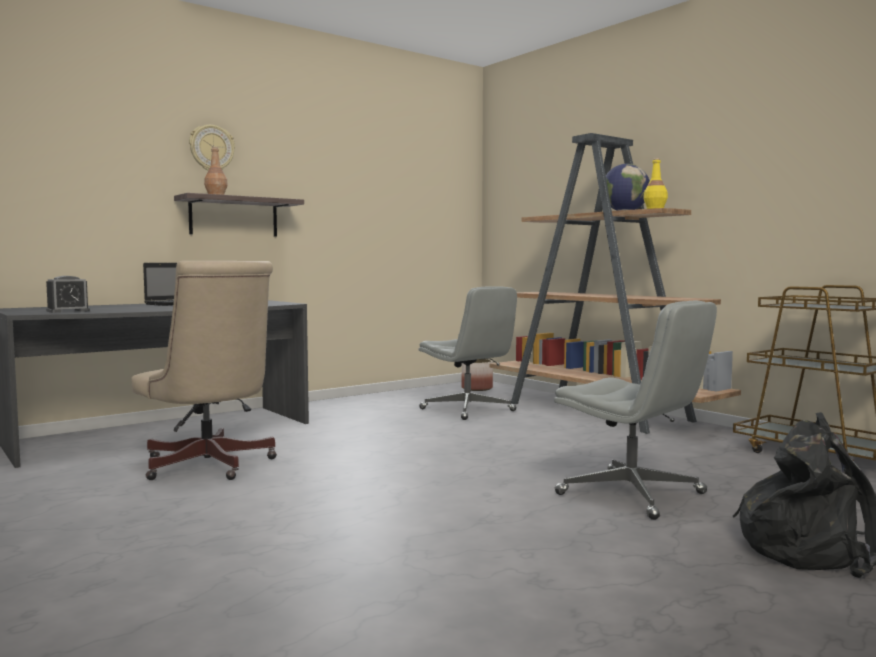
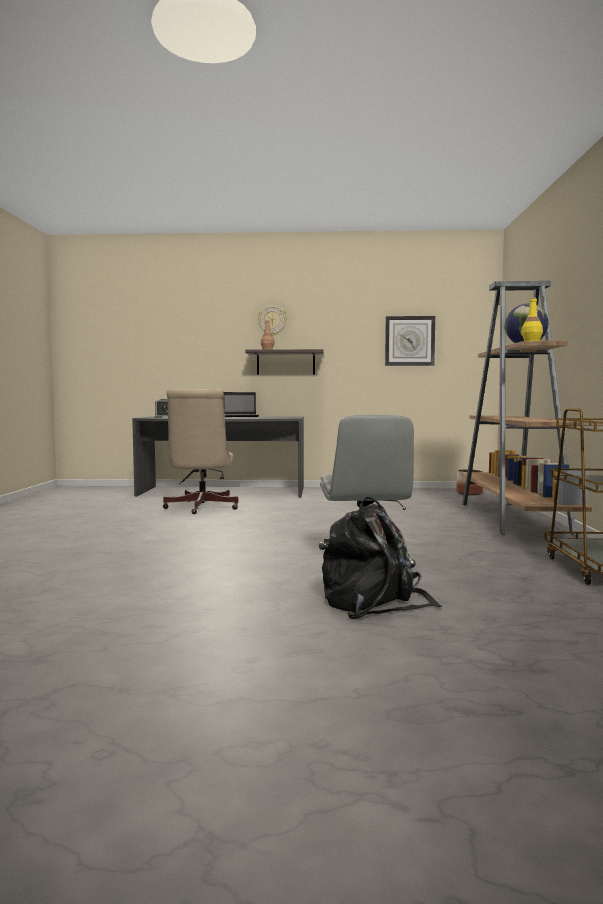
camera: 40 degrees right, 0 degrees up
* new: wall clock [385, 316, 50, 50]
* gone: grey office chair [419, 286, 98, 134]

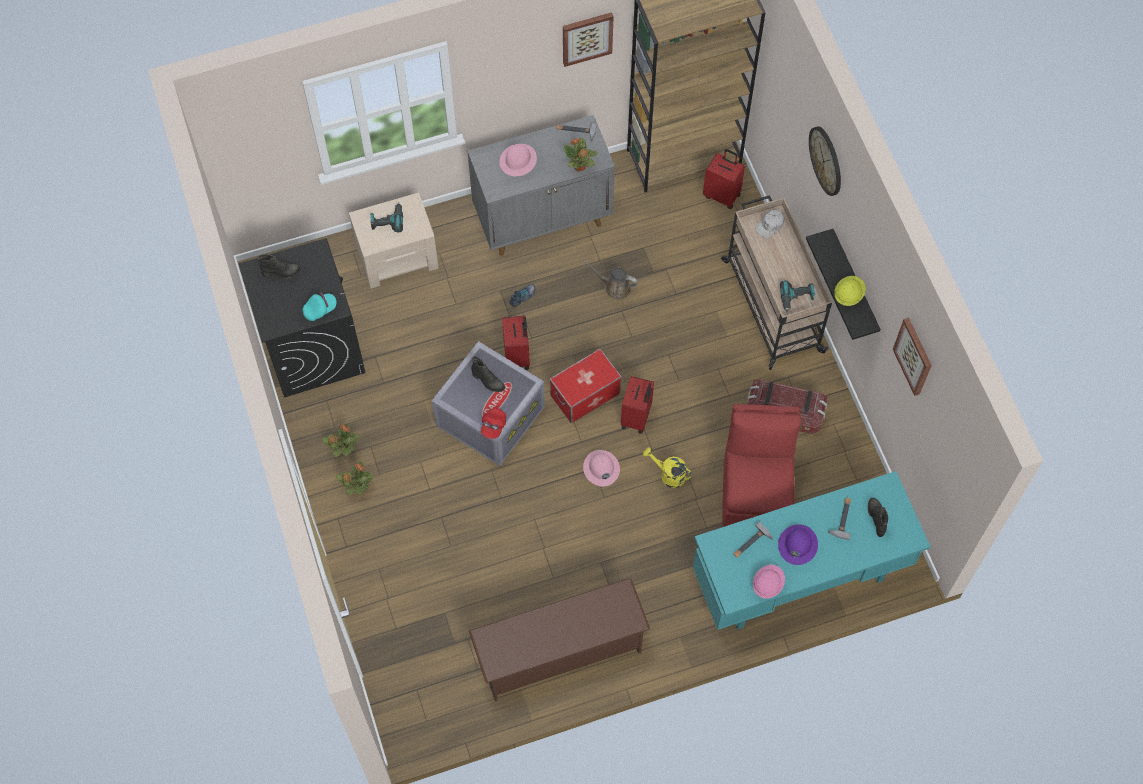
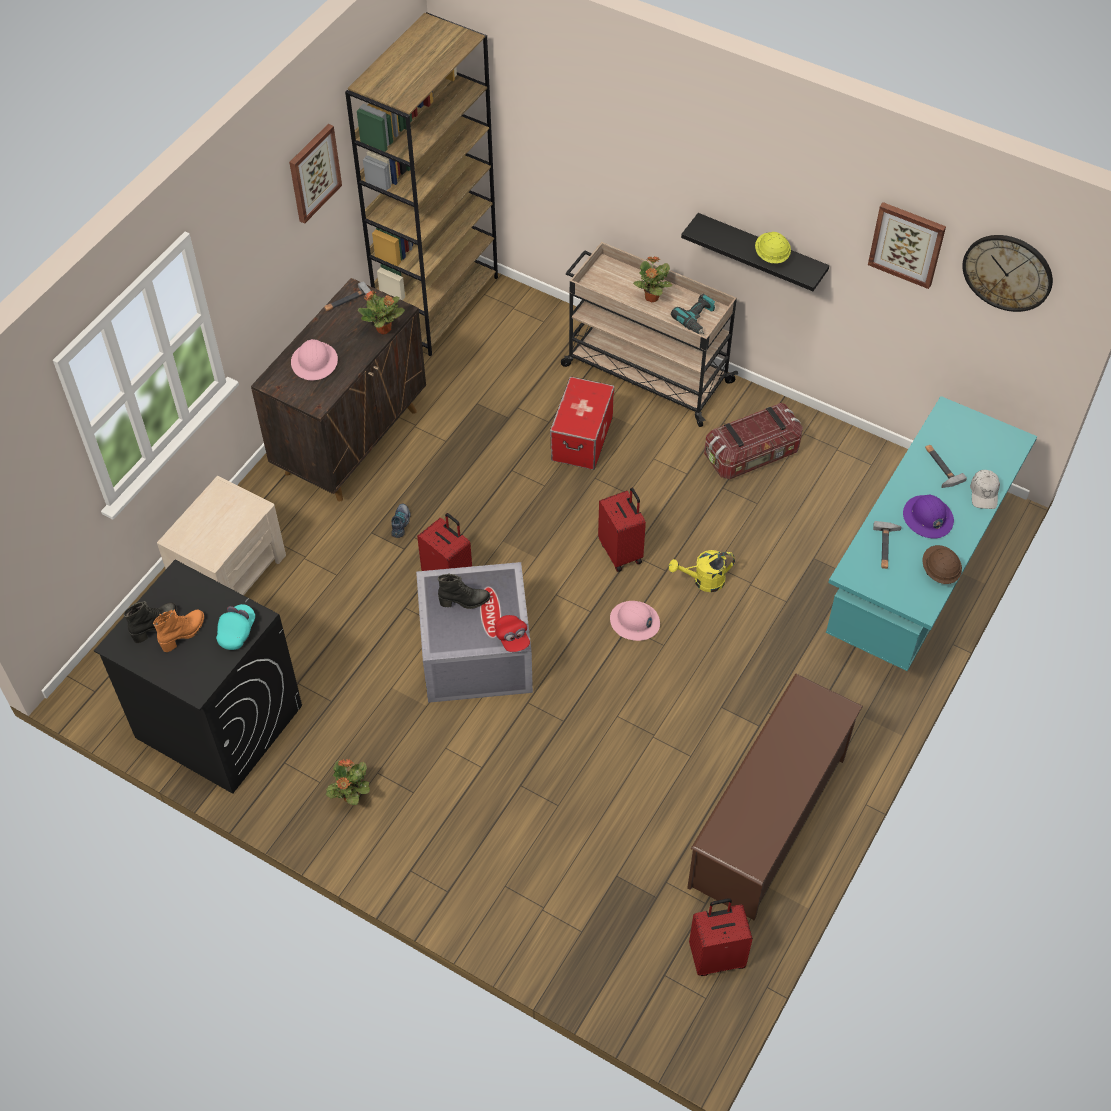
camera: 40 degrees left, 10 degrees down
* new: orange boot [153, 609, 51, 43]
* repainted: grey cabinet [468, 115, 147, 141] to brown cabinet [251, 278, 175, 223]
* shifted: storage box [550, 349, 72, 74] to [550, 376, 65, 94]
* shifted: potted plant [336, 462, 38, 34] to [633, 256, 40, 46]
* shifted: red suitcase [703, 149, 42, 60] to [689, 898, 64, 78]
* repainted: pink hard hat [753, 565, 32, 34] to brown hard hat [922, 545, 40, 39]
* shifted: wall clock [809, 126, 32, 70] to [962, 235, 91, 77]
* shifted: white cap [755, 210, 29, 29] to [970, 470, 30, 39]
* gone: power drill [370, 202, 33, 31]
* gone: brown watering can [583, 260, 55, 40]
* gone: red chair [722, 404, 79, 123]
* gone: black boot [868, 498, 20, 39]

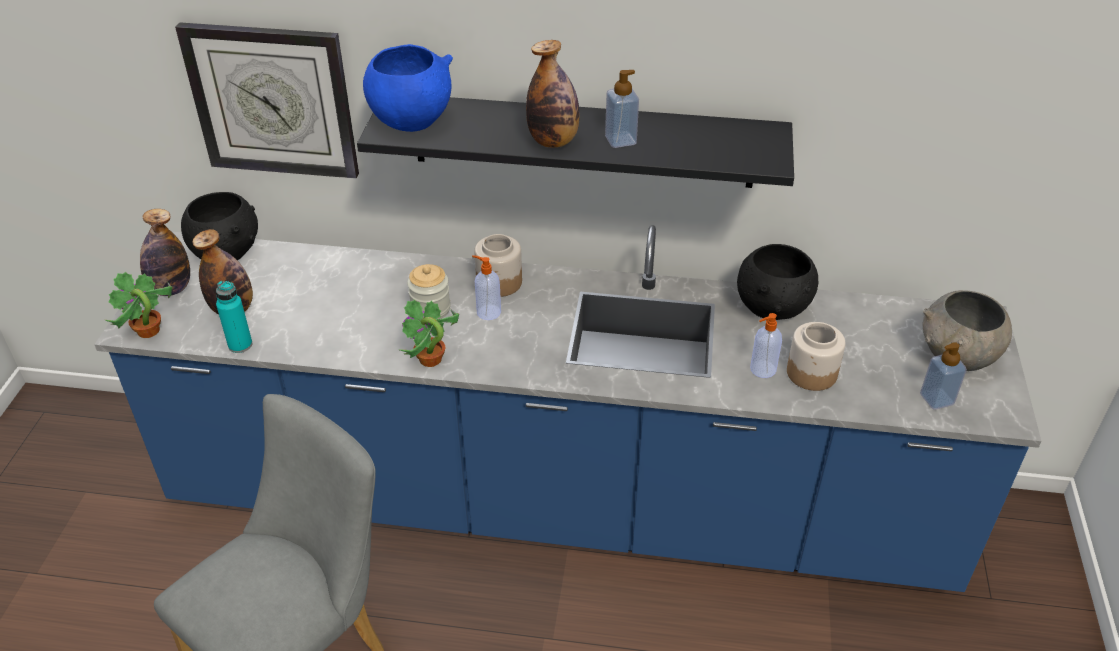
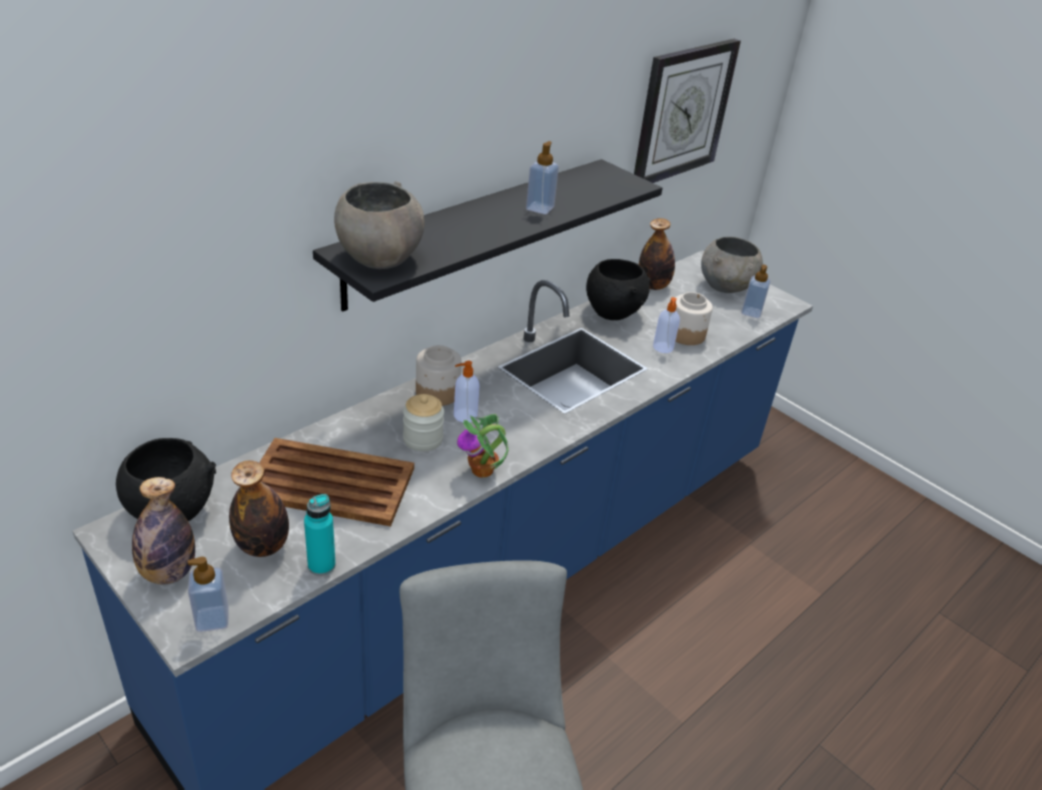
camera: 55 degrees left, 5 degrees down
* swapped: potted plant [105, 272, 67, 66] to soap dispenser [188, 557, 41, 75]
* new: brown tray [259, 438, 155, 89]
* repainted: blue bowl [363, 44, 90, 88] to grey bowl [334, 181, 91, 88]
* shifted: wall clock [175, 22, 184, 157] to [634, 39, 107, 144]
* shifted: bottle [526, 40, 54, 108] to [639, 218, 36, 72]

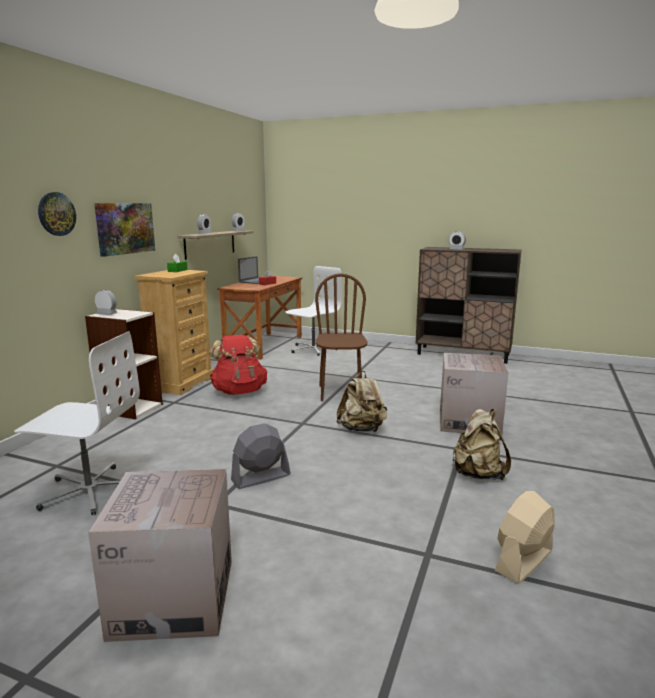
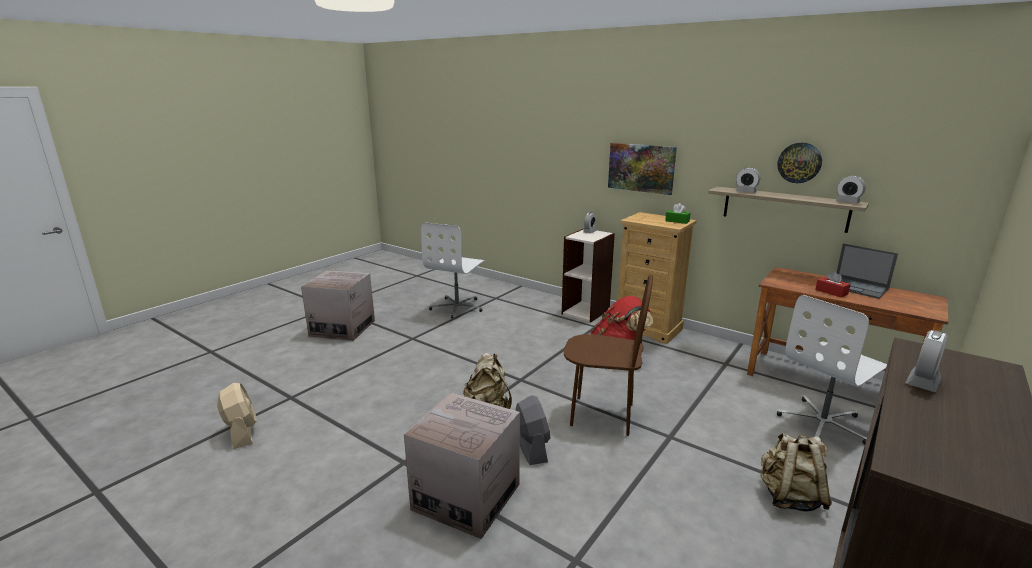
camera: 105 degrees right, 5 degrees up
* shifted: grey fan [231, 424, 60, 65] to [515, 395, 35, 70]
* shifted: beige backpack [452, 409, 59, 71] to [761, 433, 71, 79]
* shifted: wall clock [38, 192, 38, 44] to [777, 143, 45, 40]
* rotated: white office chair [286, 266, 56, 90] = [777, 295, 110, 150] 90 degrees clockwise

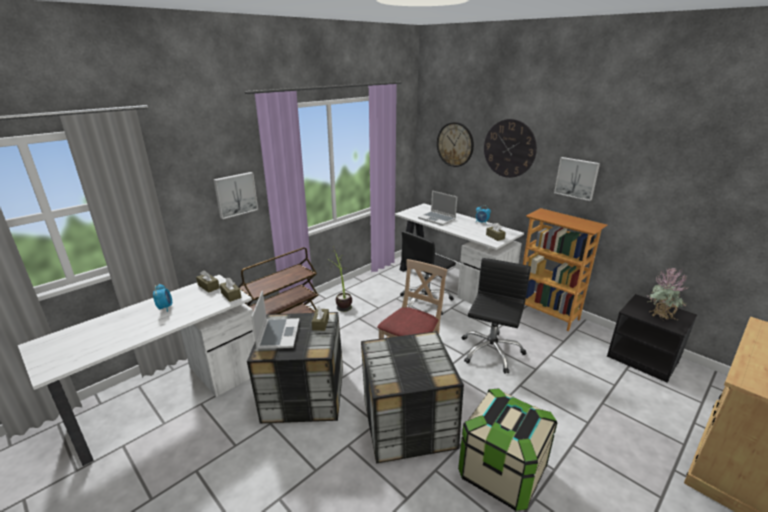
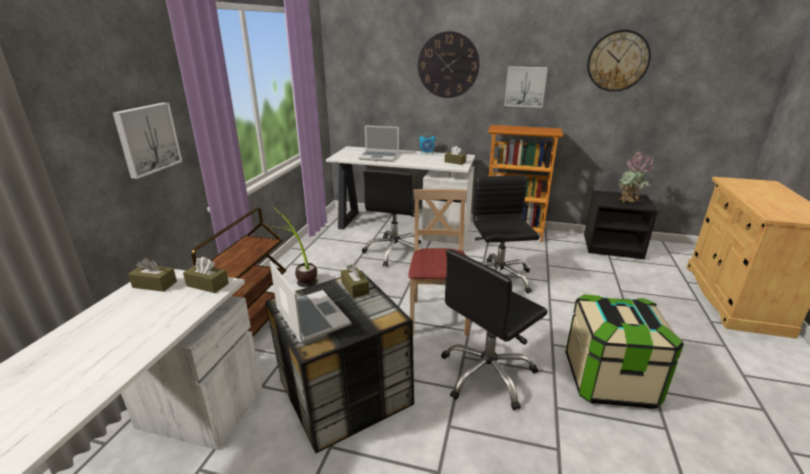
camera: 30 degrees left, 0 degrees up
* swapped: storage box [361, 331, 103, 133] to black office chair [441, 249, 107, 162]
* shifted: wall clock [437, 122, 37, 45] to [587, 30, 64, 62]
* gone: alarm clock [153, 284, 19, 28]

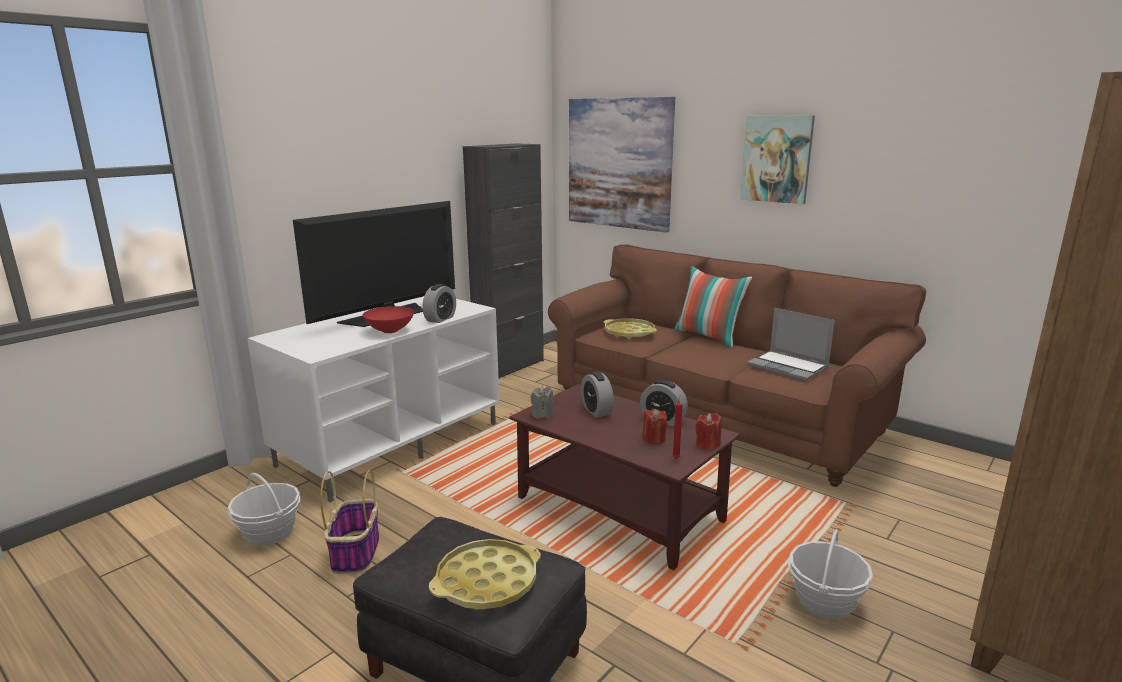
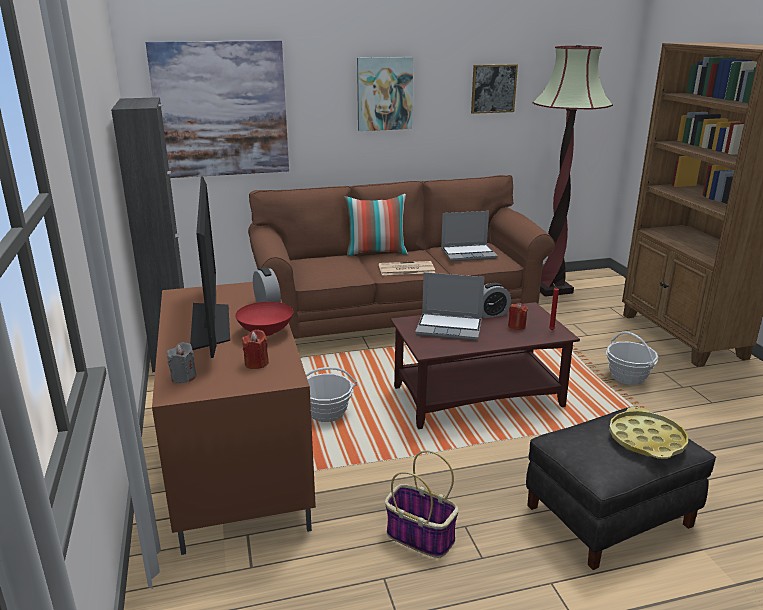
camera: 55 degrees left, 5 degrees up
* repainted: white tv stand [247, 296, 252, 206] to brown tv stand [152, 282, 164, 273]
* shifted: grey candle [531, 386, 23, 33] to [167, 342, 30, 41]
* shifted: red candle [695, 413, 27, 37] to [242, 330, 27, 39]
* shifted: basket [228, 473, 72, 73] to [306, 367, 51, 55]
* new: newspaper [379, 261, 56, 14]
* swapped: alarm clock [581, 371, 33, 47] to laptop [415, 272, 69, 69]
* new: picture [471, 64, 47, 50]
* new: floor lamp [533, 45, 80, 252]
* gone: yellow tray [604, 318, 53, 21]

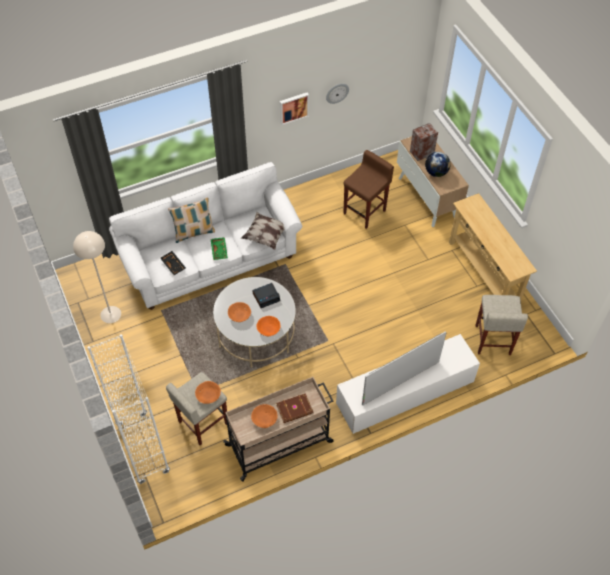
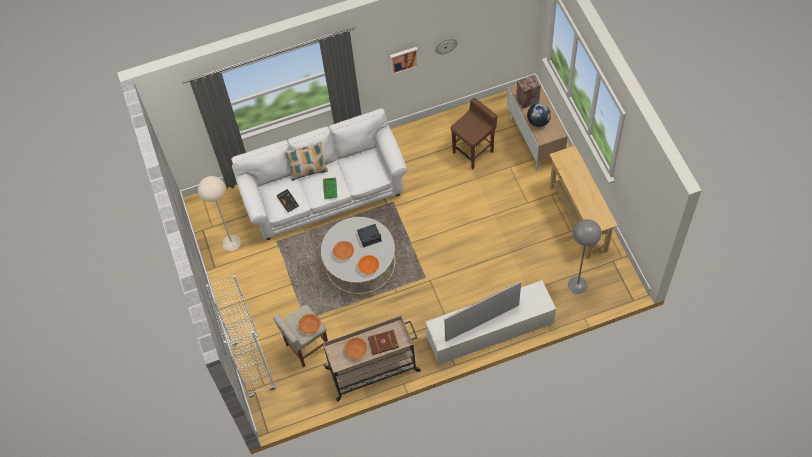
camera: 10 degrees right, 5 degrees up
* swapped: beige stool [476, 295, 52, 60] to grey floor lamp [568, 219, 34, 75]
* gone: pillow [241, 212, 43, 38]

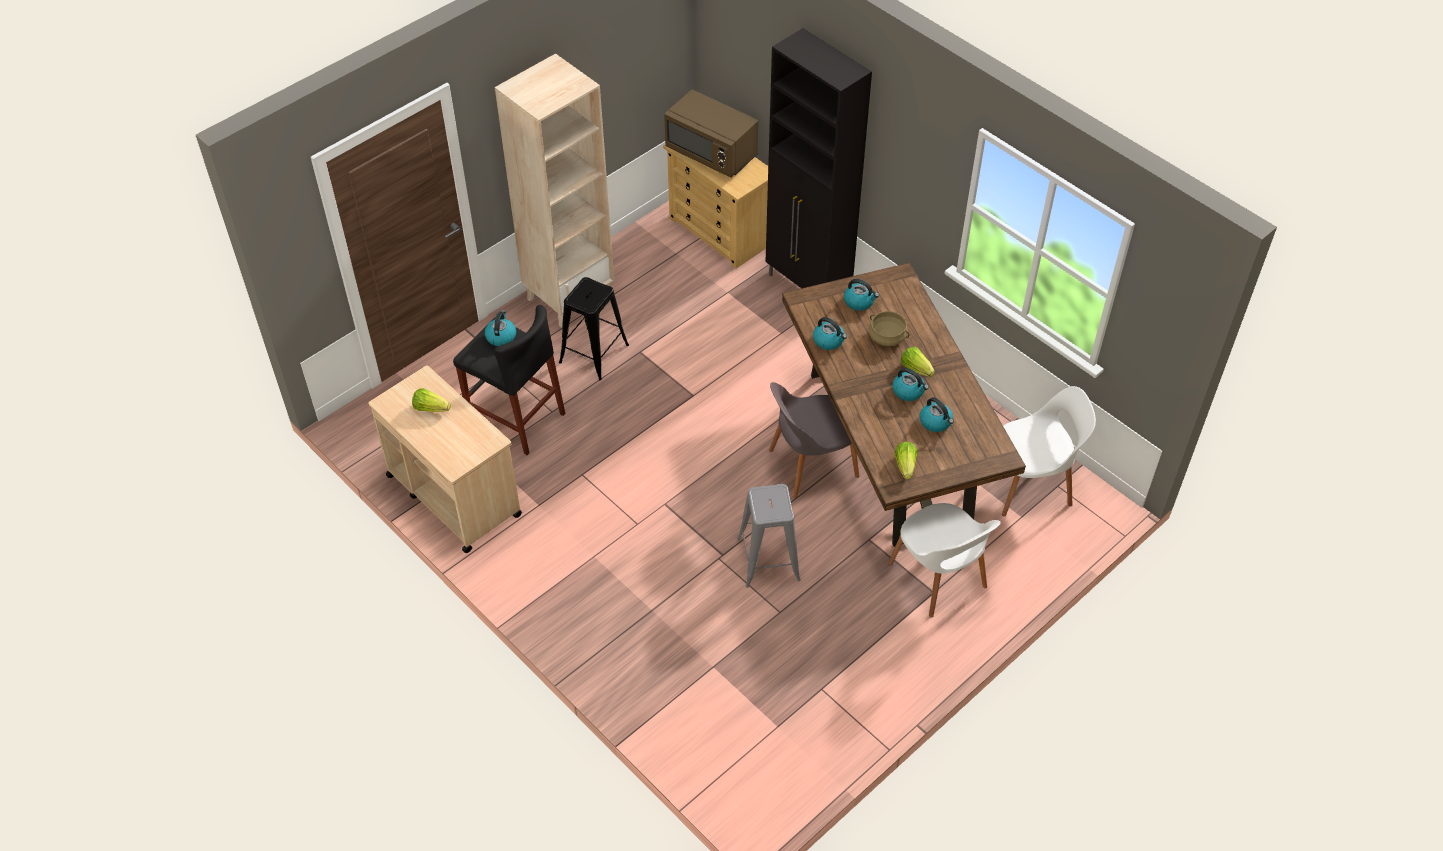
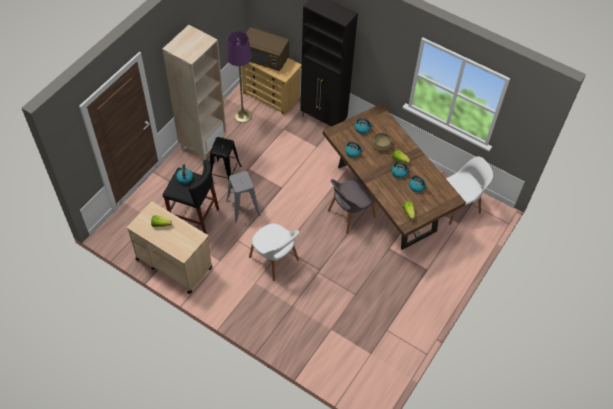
camera: 15 degrees left, 5 degrees up
* new: purple floor lamp [226, 31, 26, 92]
* shifted: grey stool [737, 484, 64, 104] to [226, 171, 34, 52]
* shifted: white chair [888, 503, 113, 115] to [249, 223, 50, 58]

